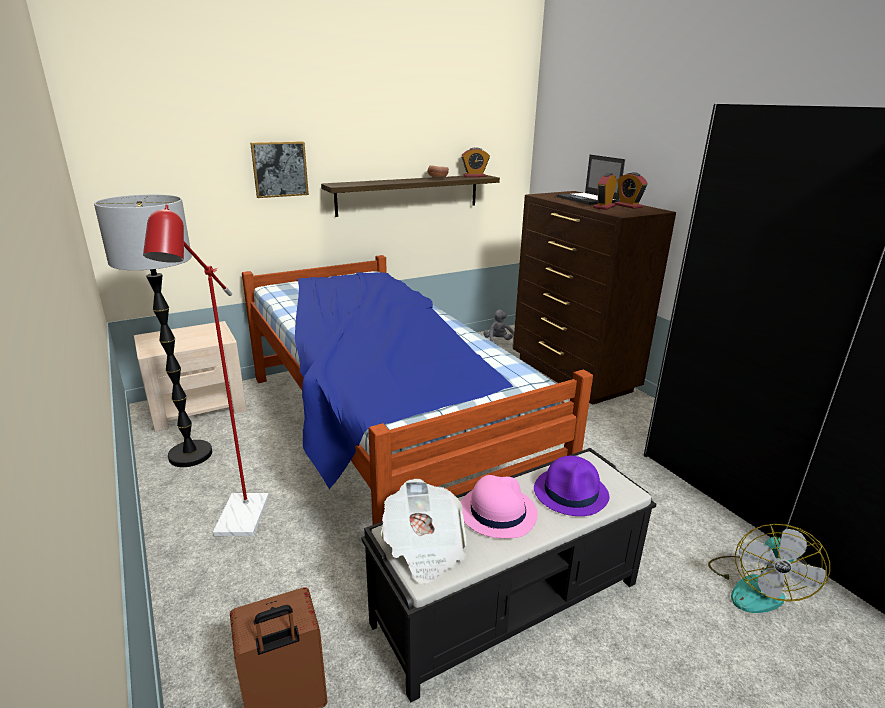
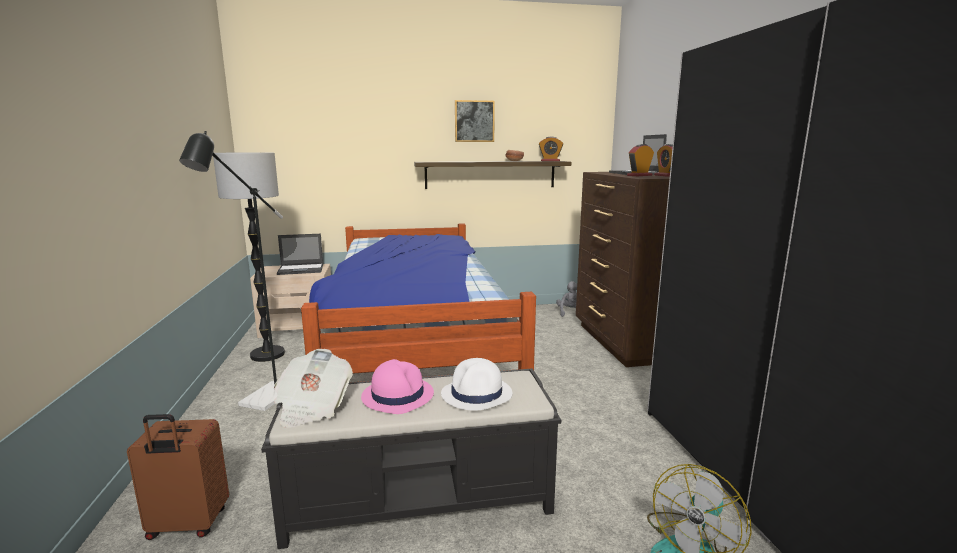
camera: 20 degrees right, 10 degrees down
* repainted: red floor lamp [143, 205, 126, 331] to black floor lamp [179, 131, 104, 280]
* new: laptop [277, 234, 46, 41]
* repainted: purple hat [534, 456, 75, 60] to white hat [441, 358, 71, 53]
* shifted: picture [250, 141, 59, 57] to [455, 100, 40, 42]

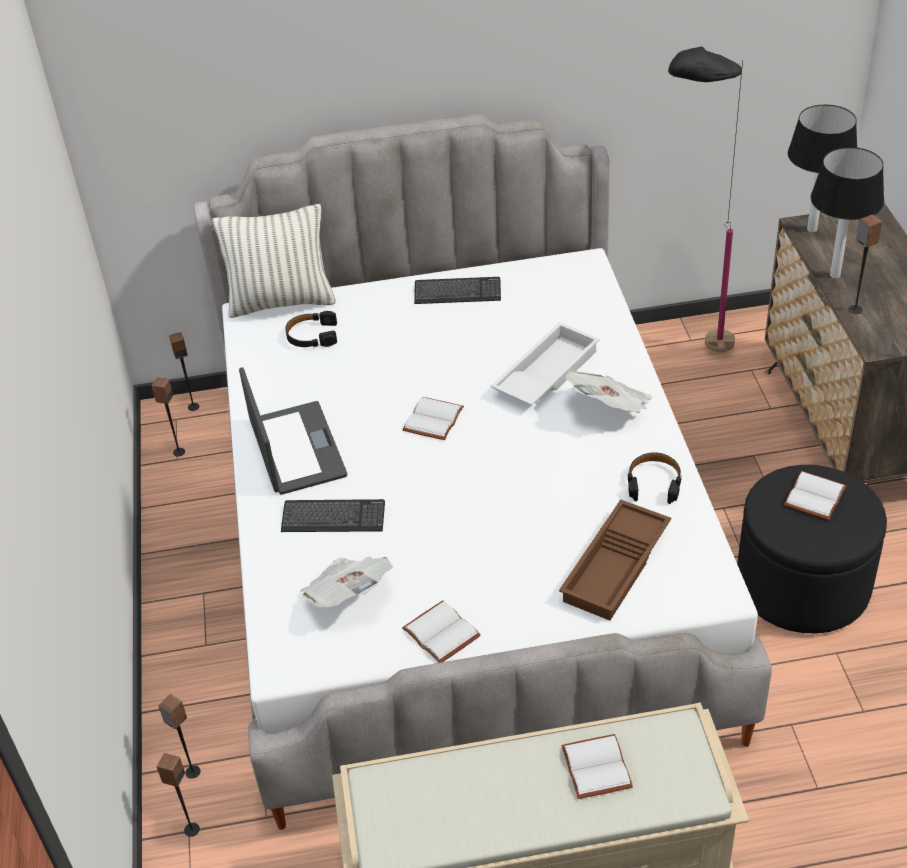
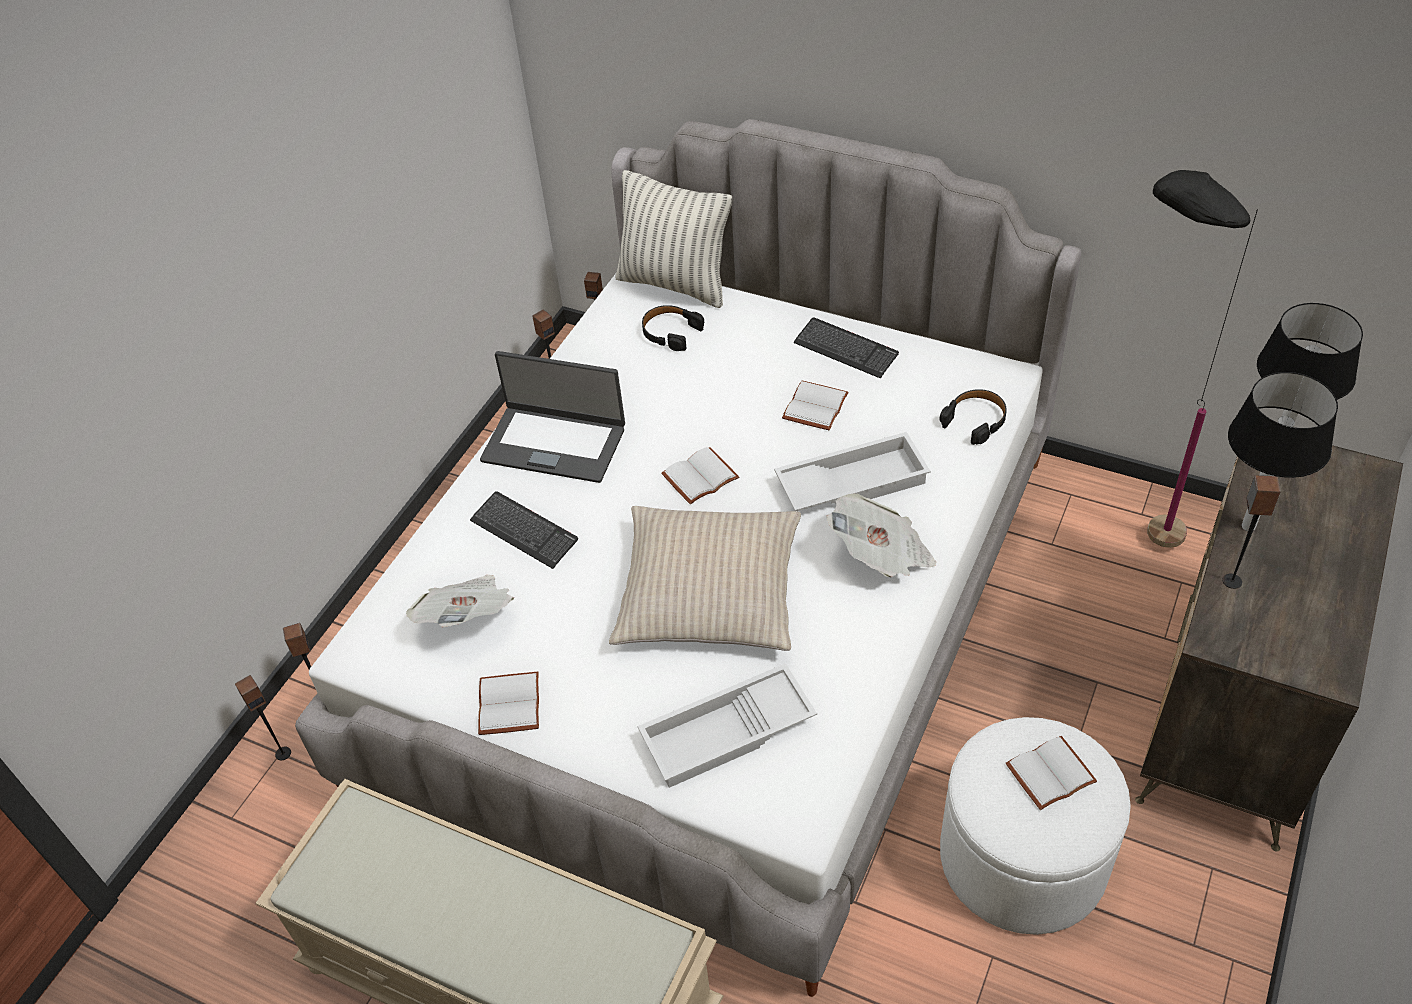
camera: 35 degrees right, 5 degrees up
* rotated: laptop [239, 367, 108, 128] = [480, 351, 145, 132] 90 degrees clockwise
* new: beige pillow [609, 506, 192, 145]
* repainted: brown tray [559, 499, 112, 122] to white tray [638, 663, 179, 125]
* shifted: white book [561, 734, 72, 65] to [782, 381, 67, 49]
* shifted: black headphones [628, 452, 54, 52] to [939, 389, 68, 56]
* repainted: black ottoman [737, 465, 150, 169] to white ottoman [940, 717, 191, 218]

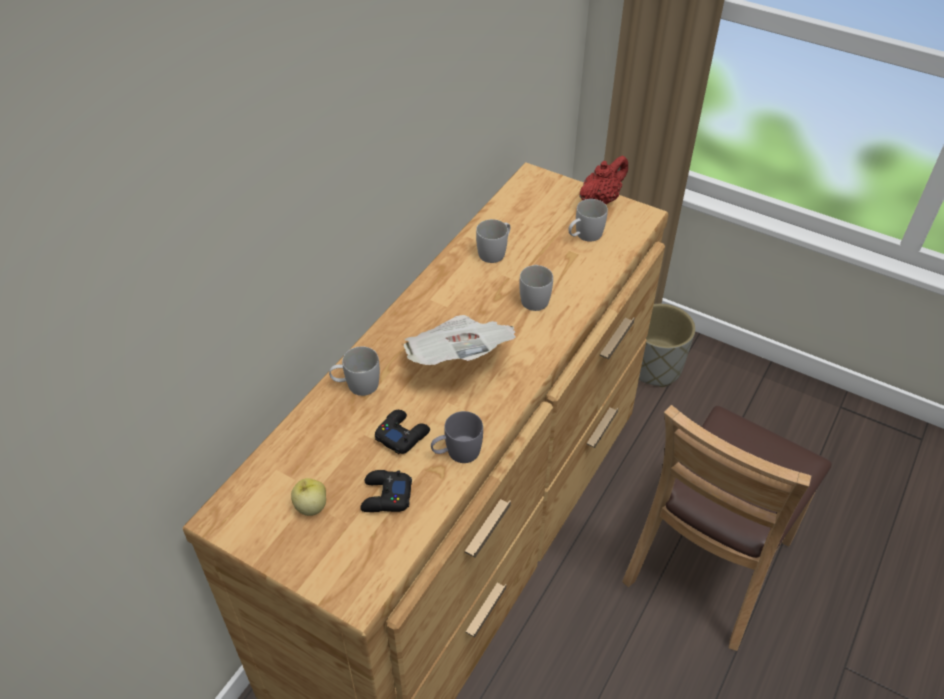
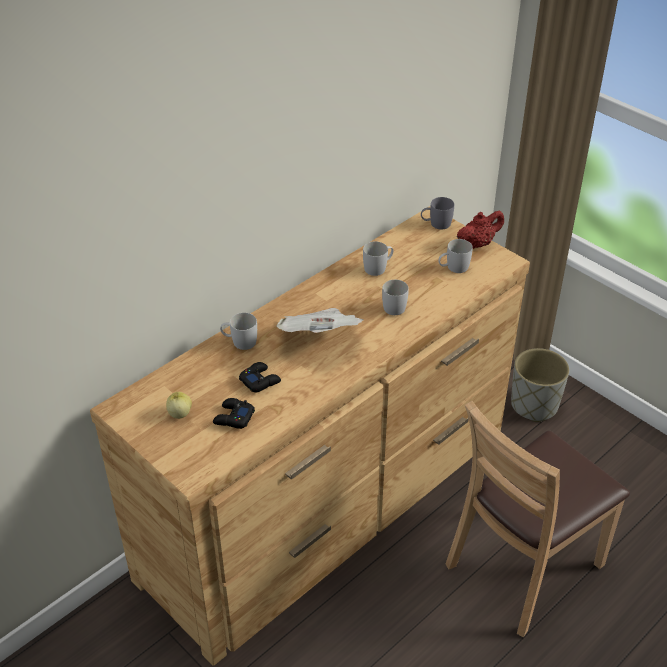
camera: 15 degrees right, 5 degrees down
* shifted: grey mug [431, 411, 52, 52] to [421, 197, 33, 33]

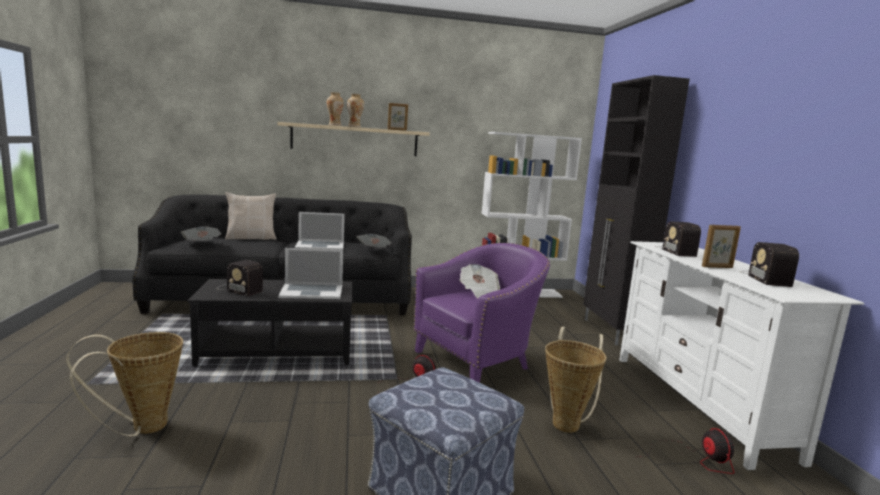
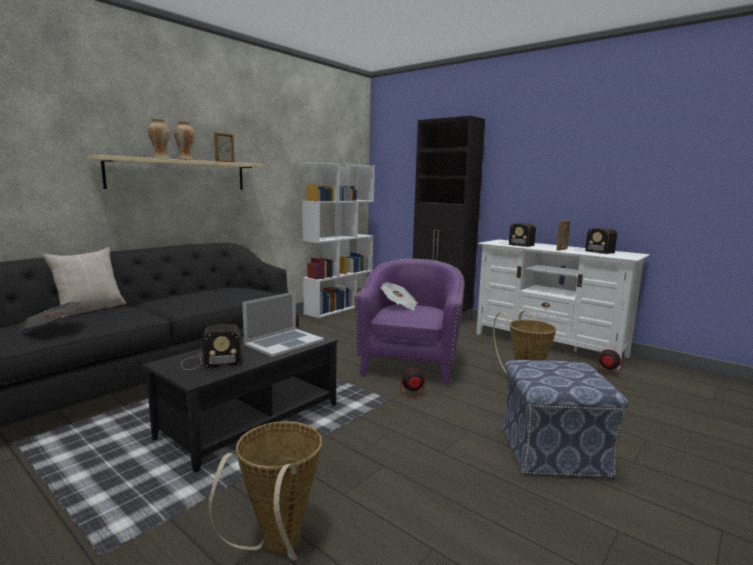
camera: 40 degrees left, 0 degrees up
* gone: laptop [295, 212, 50, 38]
* gone: newspaper [356, 234, 36, 14]

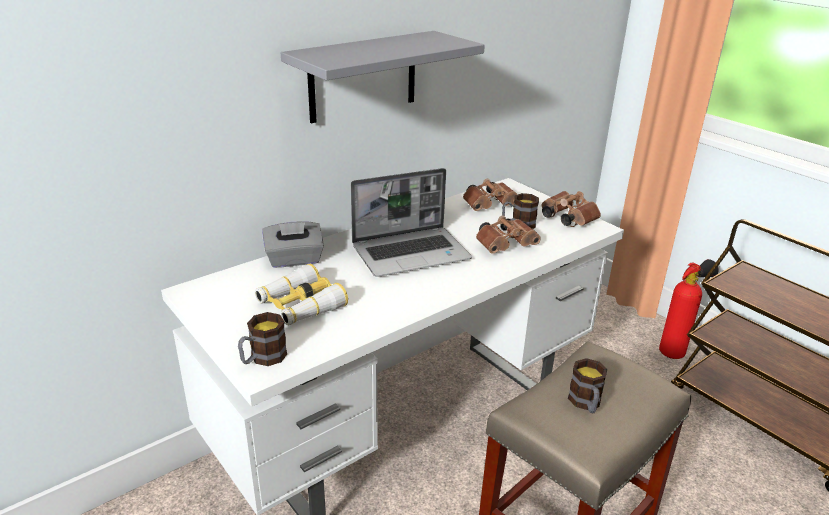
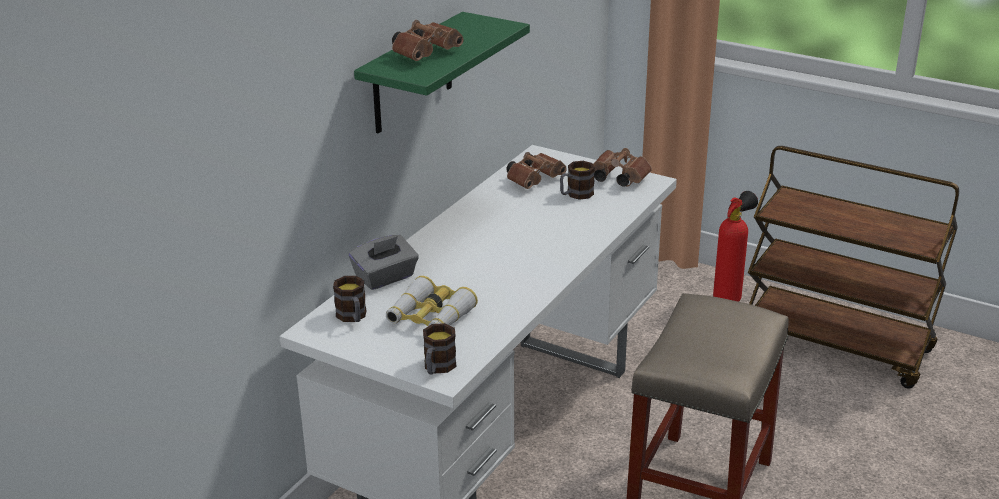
camera: 20 degrees left, 0 degrees up
* shifted: mug [568, 358, 40, 55] to [333, 276, 34, 46]
* repainted: grey shelf [281, 31, 204, 92] to green shelf [354, 12, 176, 121]
* shifted: brown binoculars [476, 216, 65, 37] to [392, 20, 72, 41]
* gone: laptop [351, 168, 121, 109]

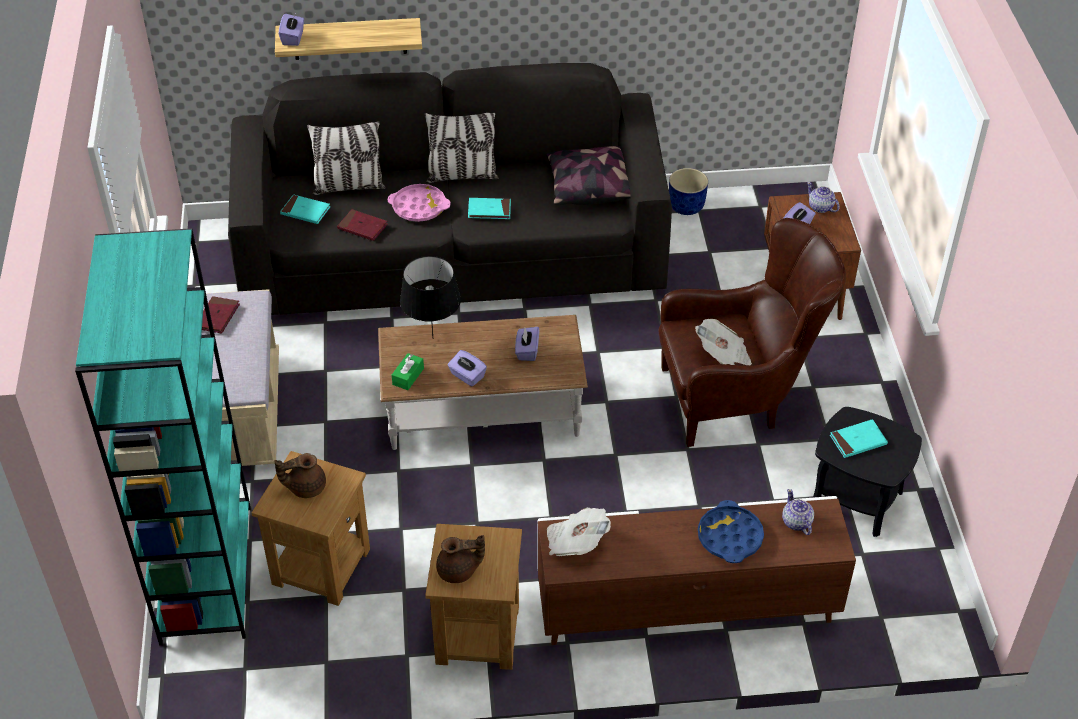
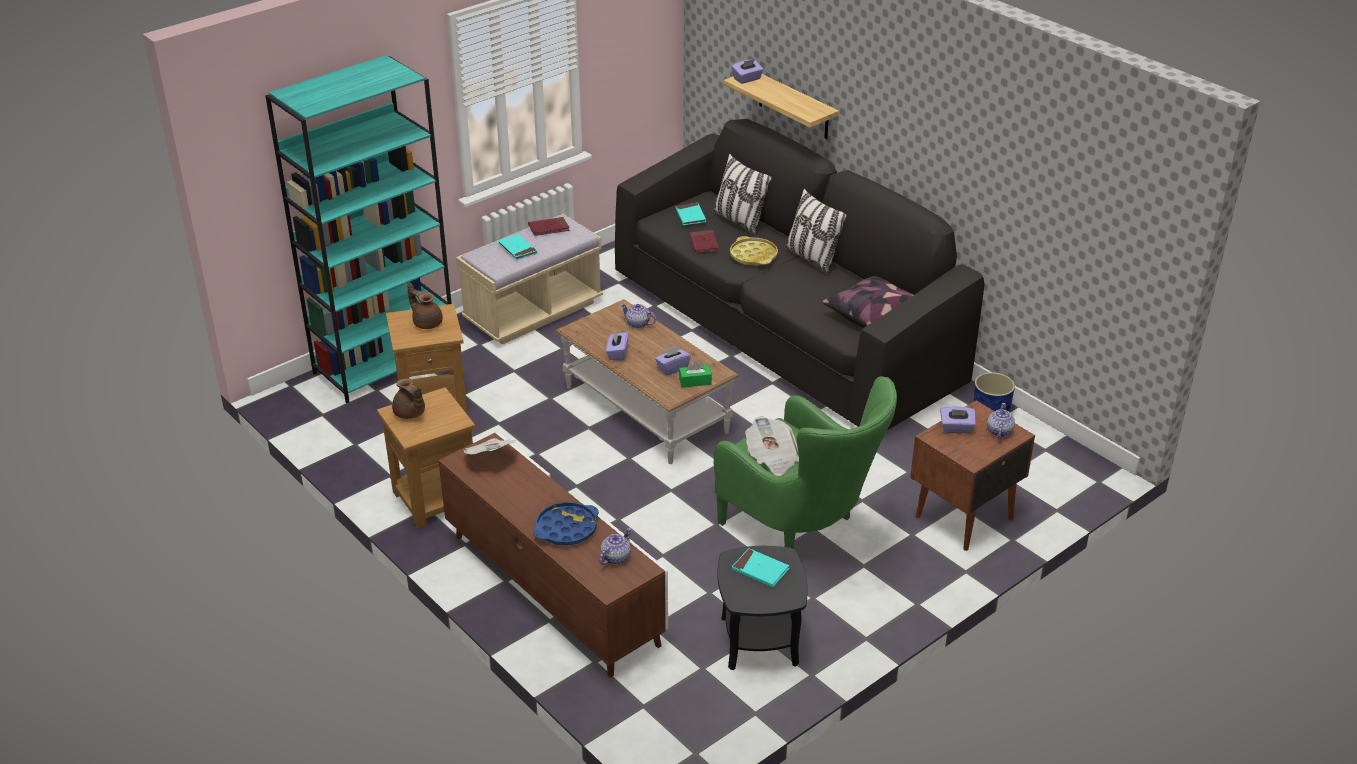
camera: 55 degrees right, 10 degrees down
* shifted: turquoise book [468, 198, 43, 21] to [498, 234, 39, 26]
* swapped: black table lamp [400, 256, 61, 81] to teapot [620, 304, 36, 25]
* shifted: green tissue box [392, 353, 32, 37] to [679, 361, 33, 27]
* repainted: brown armchair [659, 218, 187, 229] to green armchair [714, 376, 183, 173]
* repainted: pink tray [388, 184, 63, 38] to yellow tray [730, 236, 48, 30]

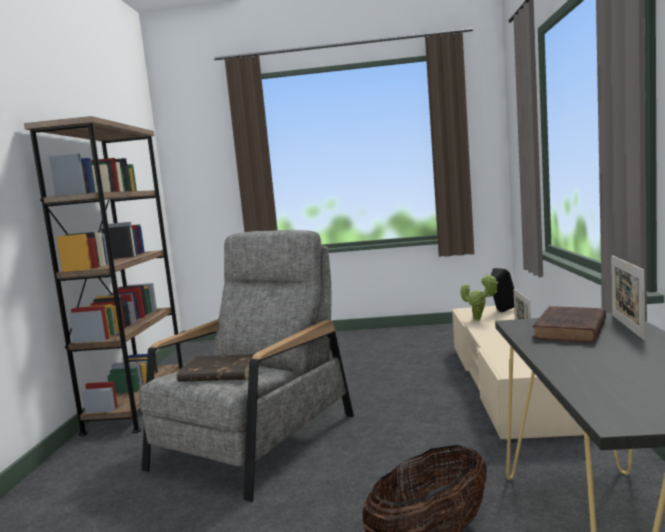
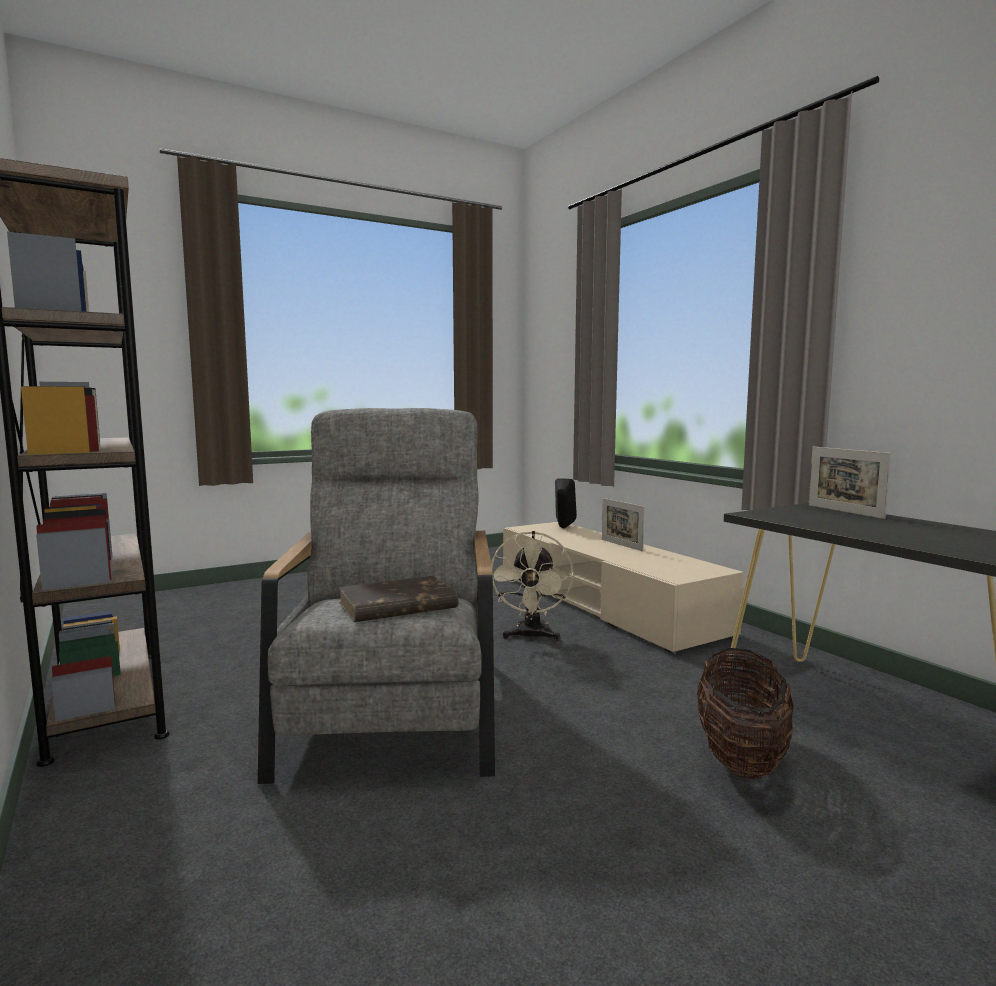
camera: 35 degrees left, 0 degrees up
* new: beige fan [491, 531, 83, 110]
* gone: potted plant [461, 274, 37, 47]
* gone: brown book [533, 306, 73, 37]

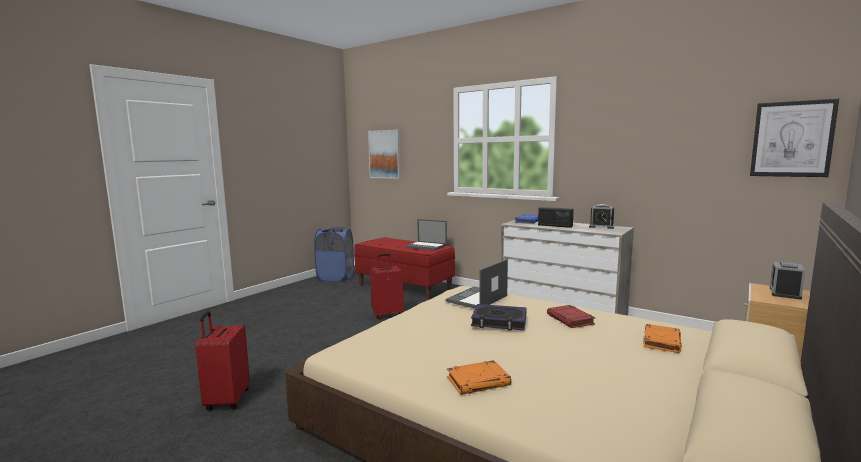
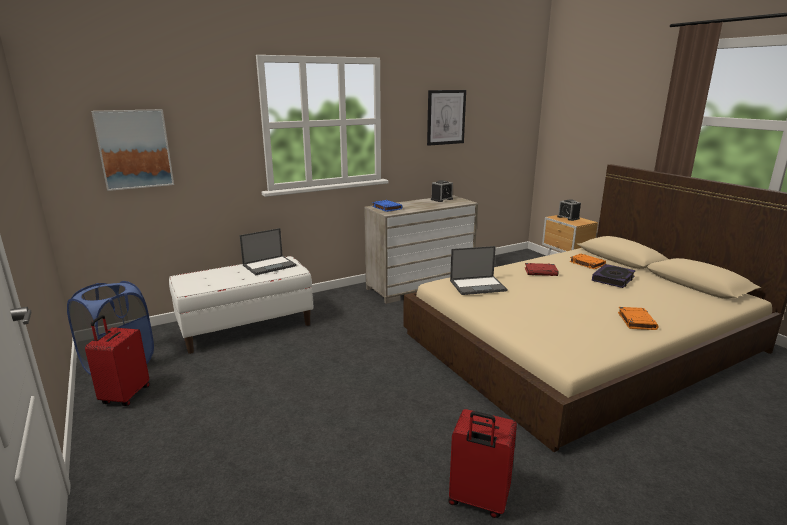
camera: 65 degrees left, 10 degrees up
* shifted: red suitcase [370, 254, 34, 65] to [85, 315, 65, 91]
* repainted: red bench [354, 237, 101, 63] to white bench [169, 256, 144, 98]
* shifted: picture [750, 99, 89, 78] to [427, 90, 39, 56]
* rotated: laptop [445, 259, 63, 50] = [450, 246, 57, 49] 75 degrees counterclockwise
* shifted: book [471, 304, 56, 27] to [592, 264, 44, 24]
* gone: radio [538, 207, 36, 21]

